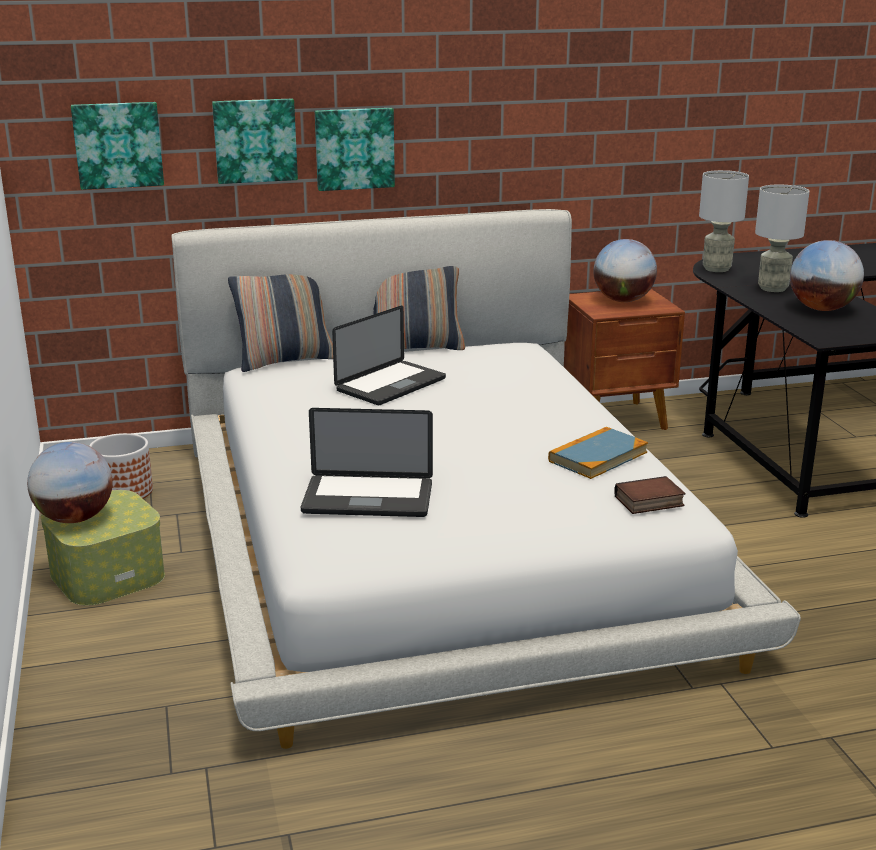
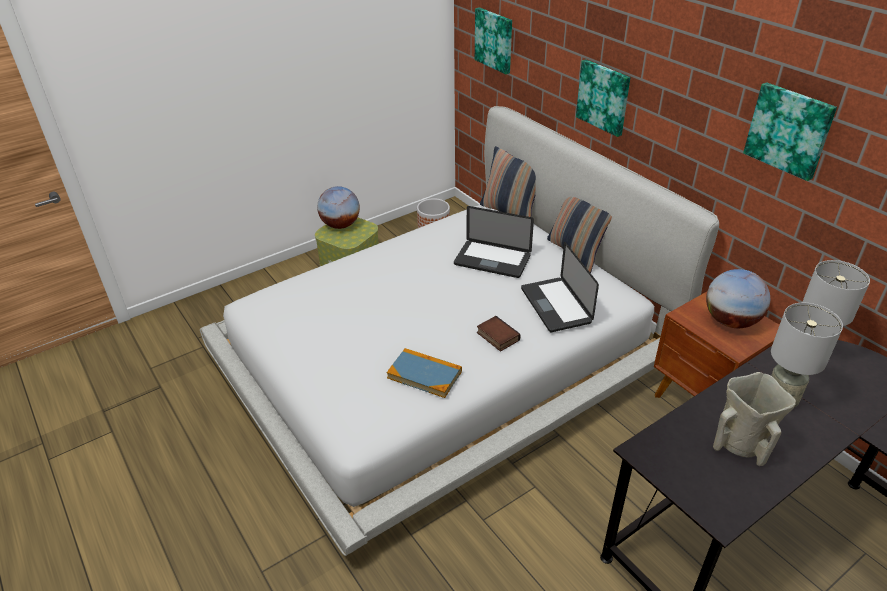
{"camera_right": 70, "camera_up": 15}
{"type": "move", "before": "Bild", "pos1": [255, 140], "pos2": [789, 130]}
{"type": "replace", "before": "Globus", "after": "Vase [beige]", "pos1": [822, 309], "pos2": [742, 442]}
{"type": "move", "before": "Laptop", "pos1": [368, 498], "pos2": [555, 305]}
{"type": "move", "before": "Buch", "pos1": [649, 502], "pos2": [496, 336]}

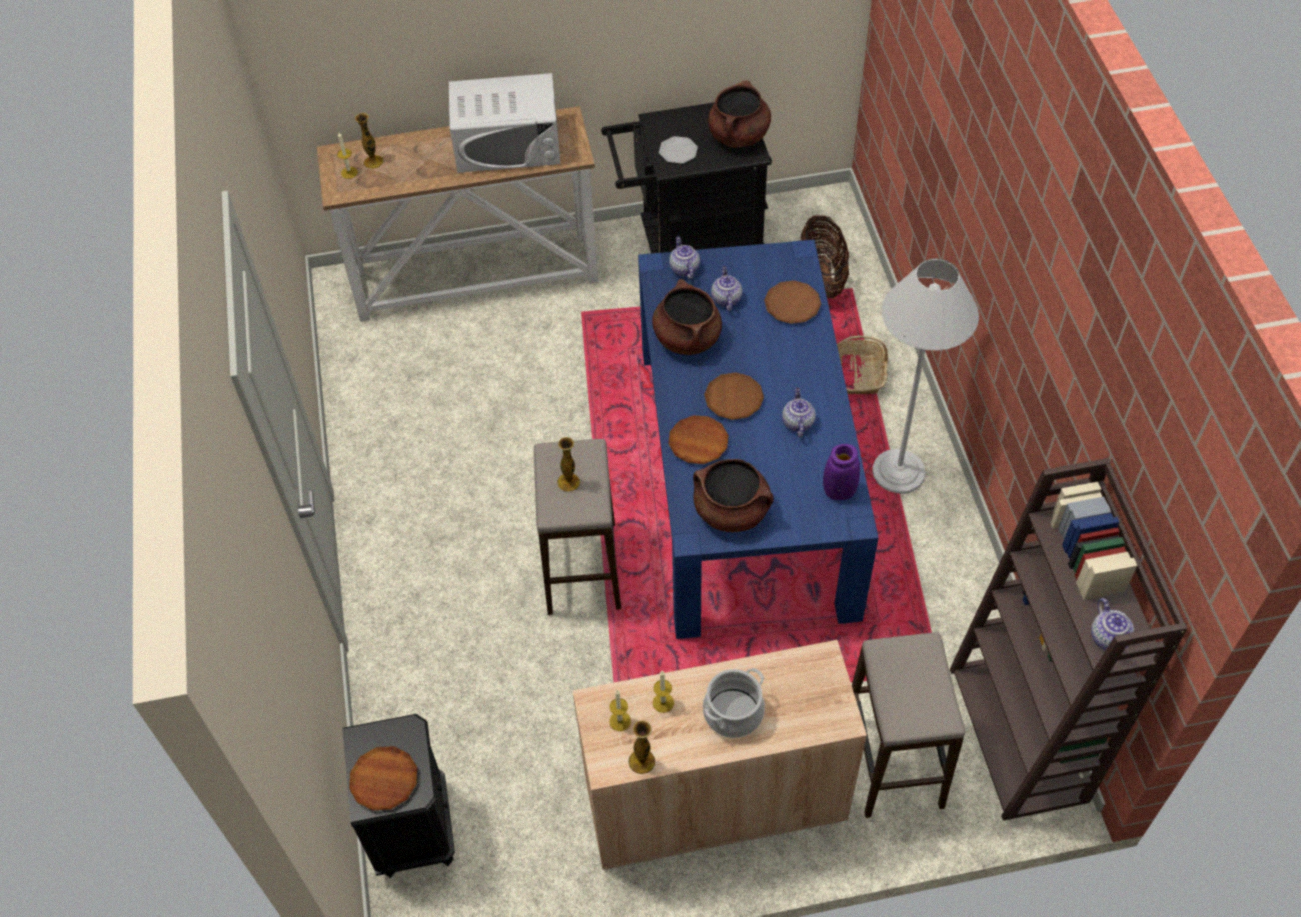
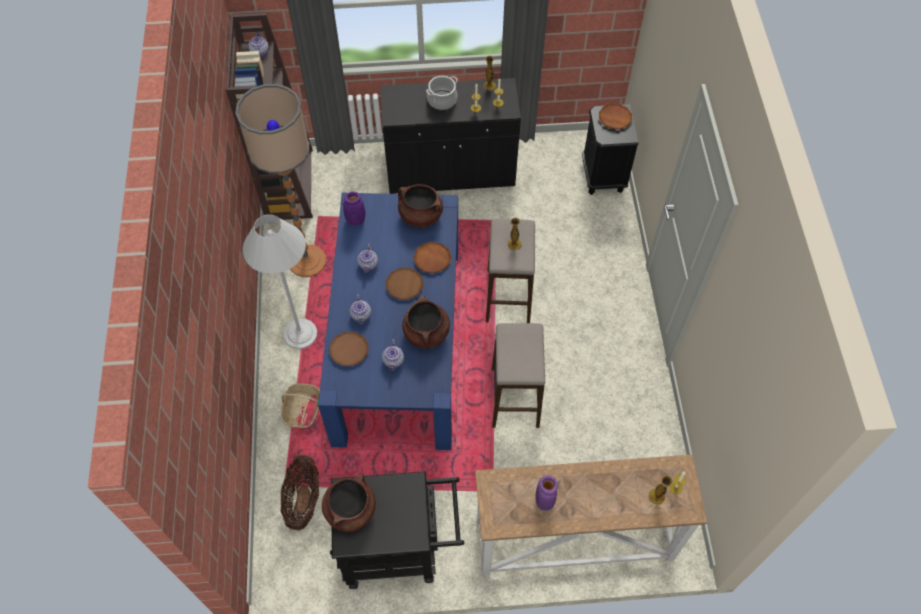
{"camera_right": -175, "camera_up": 5}
{"type": "replace", "before": "Mikrowelle [weiß]", "after": "Vase [lila]", "pos1": [508, 145], "pos2": [544, 500]}
{"type": "delete", "before": "Teller", "pos1": [678, 151]}
{"type": "move", "before": "Teekanne", "pos1": [684, 268], "pos2": [361, 315]}
{"type": "move", "before": "Hocker", "pos1": [892, 761], "pos2": [515, 397]}
{"type": "recolor", "before": "Schrank [beige]", "after": "Schrank [schwarz]", "pos1": [715, 800], "pos2": [450, 172]}
{"type": "insert", "after": "Stehlampe", "pos2": [307, 261]}

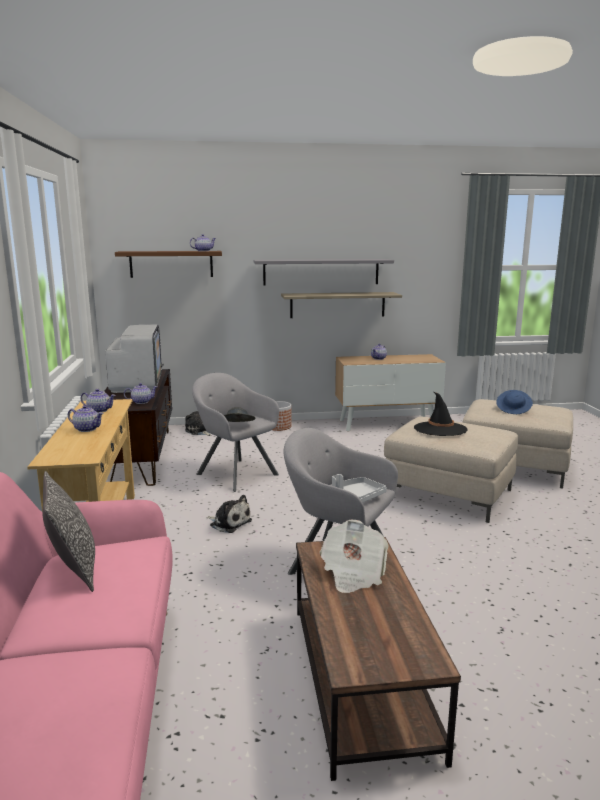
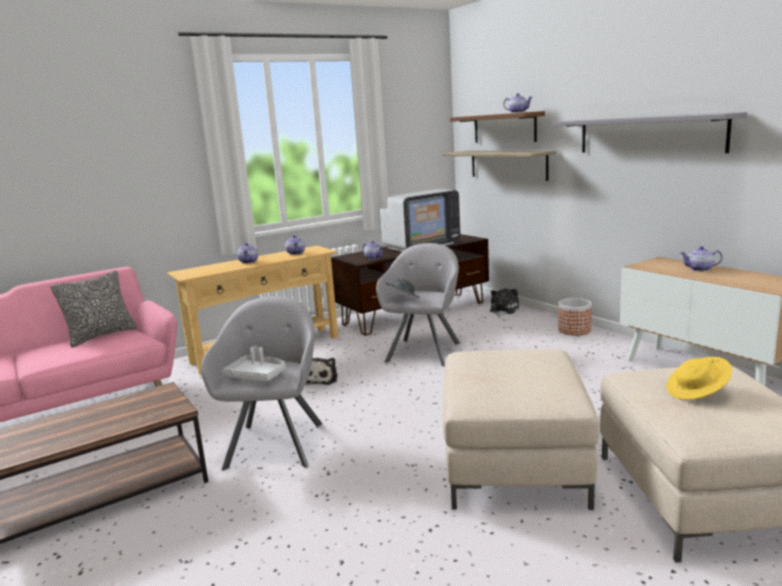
{"camera_right": 65, "camera_up": 0}
{"type": "move", "before": "Wandregal", "pos1": [337, 305], "pos2": [508, 164]}
{"type": "recolor", "before": "Hut [blau]", "after": "Hut [gelb]", "pos1": [514, 410], "pos2": [697, 392]}
{"type": "delete", "before": "Hut [schwarz]", "pos1": [440, 429]}
{"type": "delete", "before": "Zeitung", "pos1": [353, 573]}

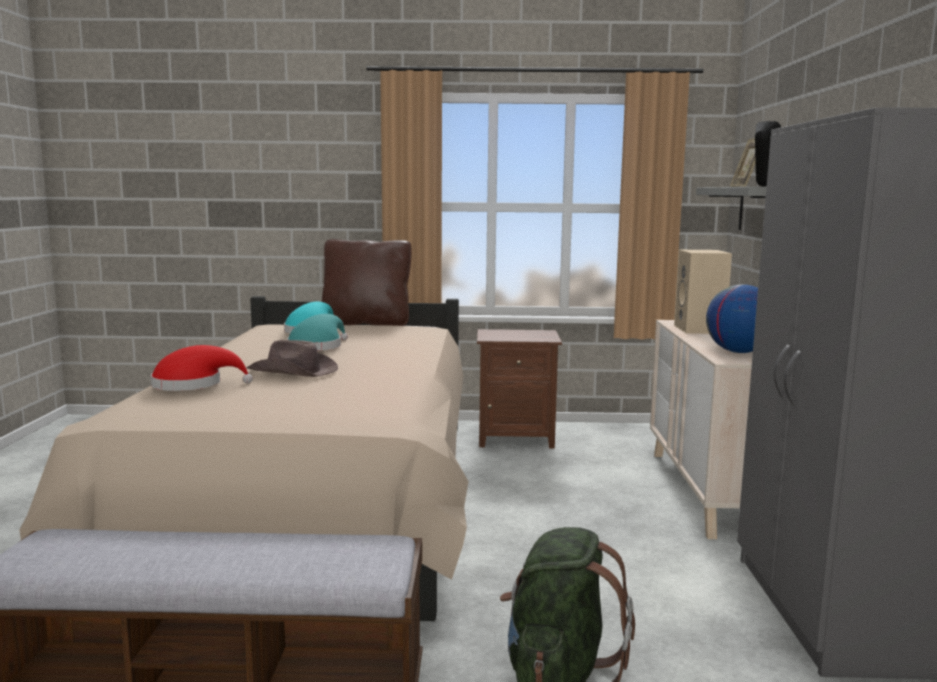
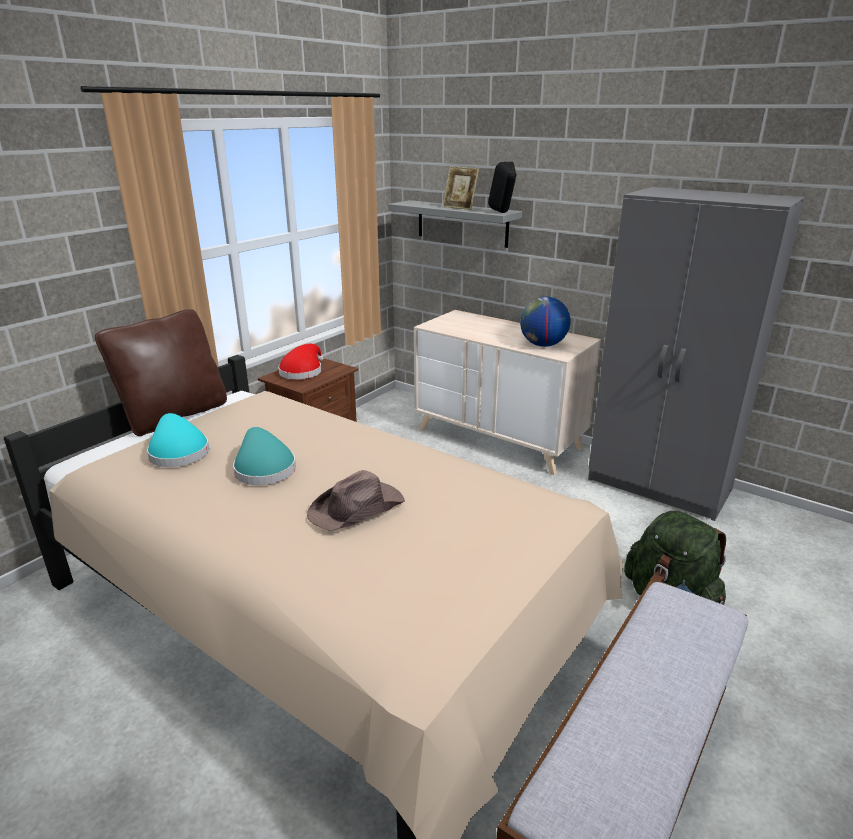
{"camera_right": -55, "camera_up": 15}
{"type": "delete", "before": "Lautsprecher [beige]", "pos1": [700, 329]}
{"type": "move", "before": "Hut [rot]", "pos1": [193, 385], "pos2": [302, 371]}

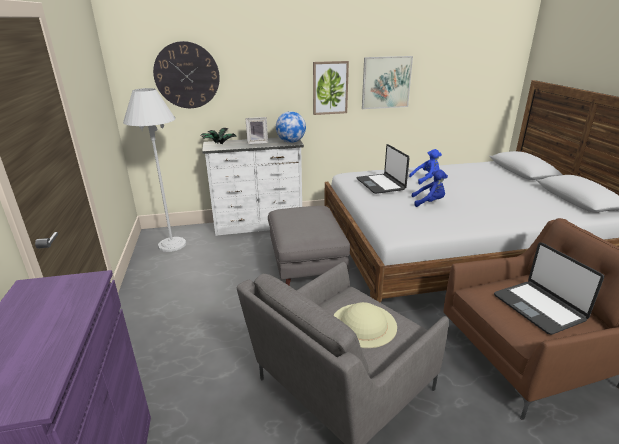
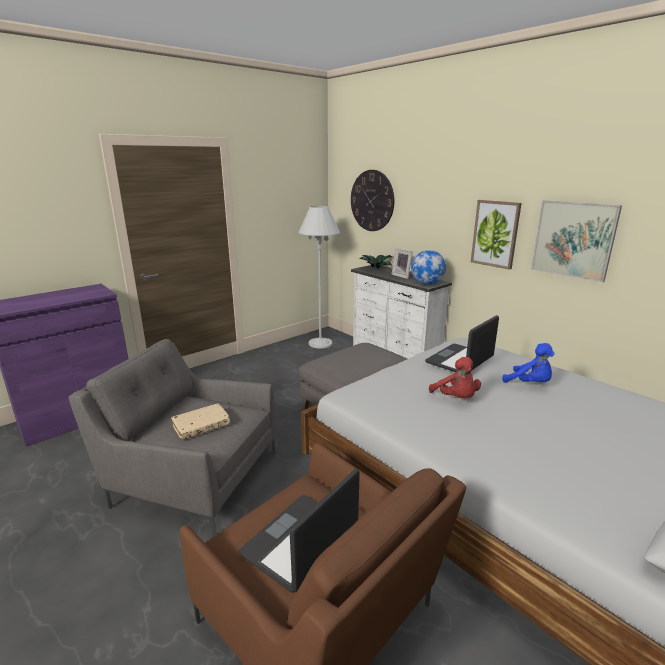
{"camera_right": 60, "camera_up": -5}
{"type": "recolor", "before": "Plüschtier [blau]", "after": "Plüschtier [rot]", "pos1": [429, 202], "pos2": [456, 398]}
{"type": "replace", "before": "Hut [beige]", "after": "Buch [beige]", "pos1": [363, 324], "pos2": [201, 426]}

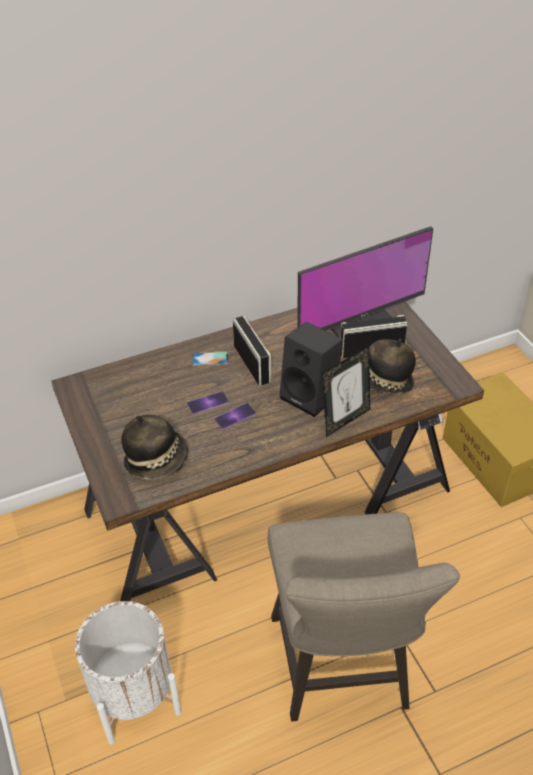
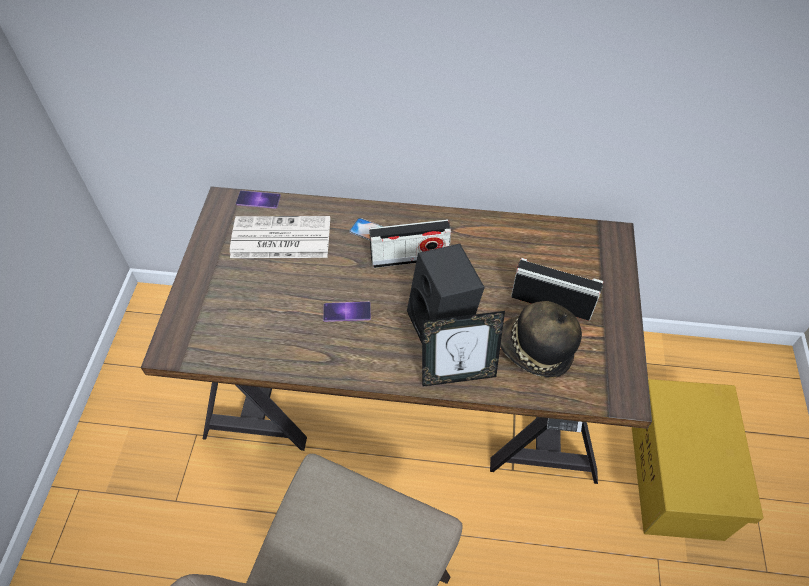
{"camera_right": 30, "camera_up": 10}
{"type": "delete", "before": "Monitor", "pos1": [354, 316]}
{"type": "rotate", "before": "Radio", "pos1": [252, 364], "pos2": [409, 258], "turn": 75}
{"type": "move", "before": "Handy", "pos1": [208, 403], "pos2": [258, 200]}
{"type": "delete", "before": "Hut", "pos1": [157, 460]}
{"type": "delete", "before": "Pflanzkübel [weiß]", "pos1": [134, 696]}
{"type": "insert", "after": "Zeitung", "pos2": [279, 239]}

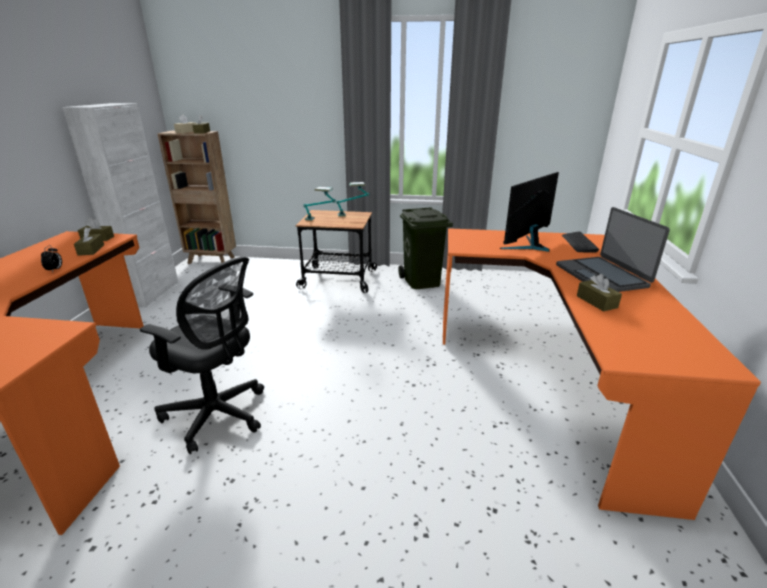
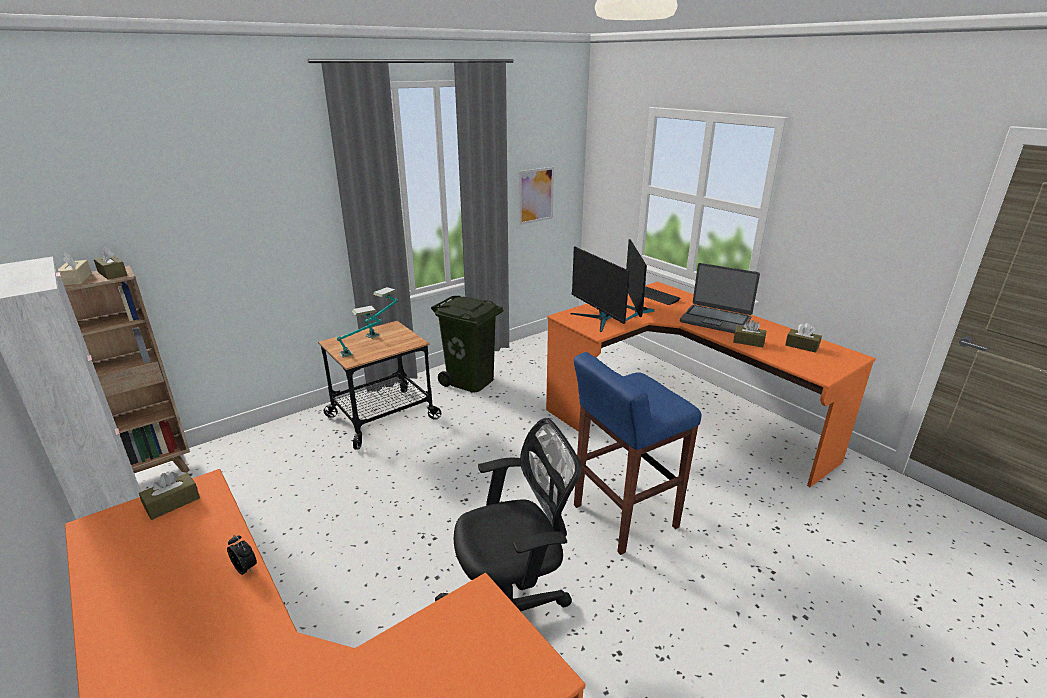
{"camera_right": -45, "camera_up": 0}
{"type": "move", "before": "Taschentuchbox [braun]", "pos1": [91, 250], "pos2": [801, 346]}
{"type": "insert", "after": "Bild", "pos2": [535, 195]}
{"type": "insert", "after": "Monitor", "pos2": [598, 319]}
{"type": "insert", "after": "Hocker [blau]", "pos2": [623, 517]}

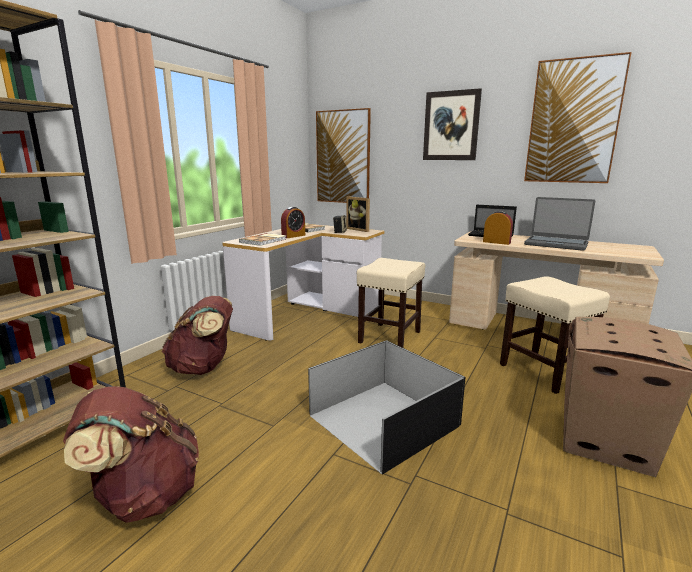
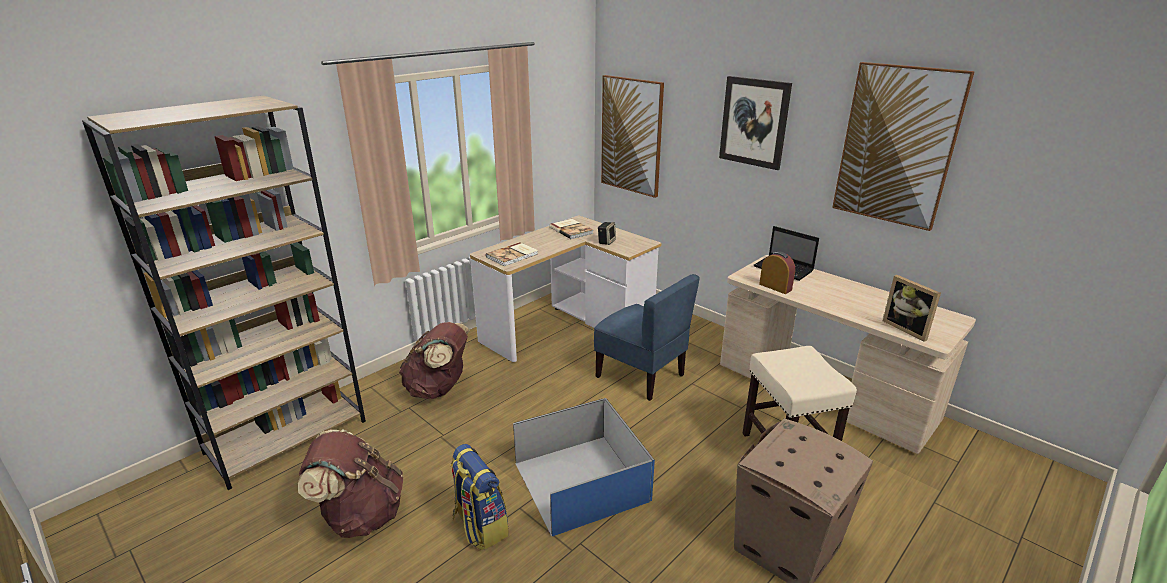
{"camera_right": 15, "camera_up": 10}
{"type": "move", "before": "Bilderrahmen", "pos1": [359, 229], "pos2": [907, 329]}
{"type": "delete", "before": "Laptop", "pos1": [556, 244]}
{"type": "delete", "before": "Wecker", "pos1": [293, 236]}
{"type": "replace", "before": "Hocker [beige]", "after": "Stuhl [blau]", "pos1": [389, 337], "pos2": [641, 375]}
{"type": "recolor", "before": "Aufbewahrungsbox [schwarz]", "after": "Aufbewahrungsbox [blau]", "pos1": [382, 419], "pos2": [580, 480]}
{"type": "insert", "after": "Rucksack", "pos2": [479, 526]}

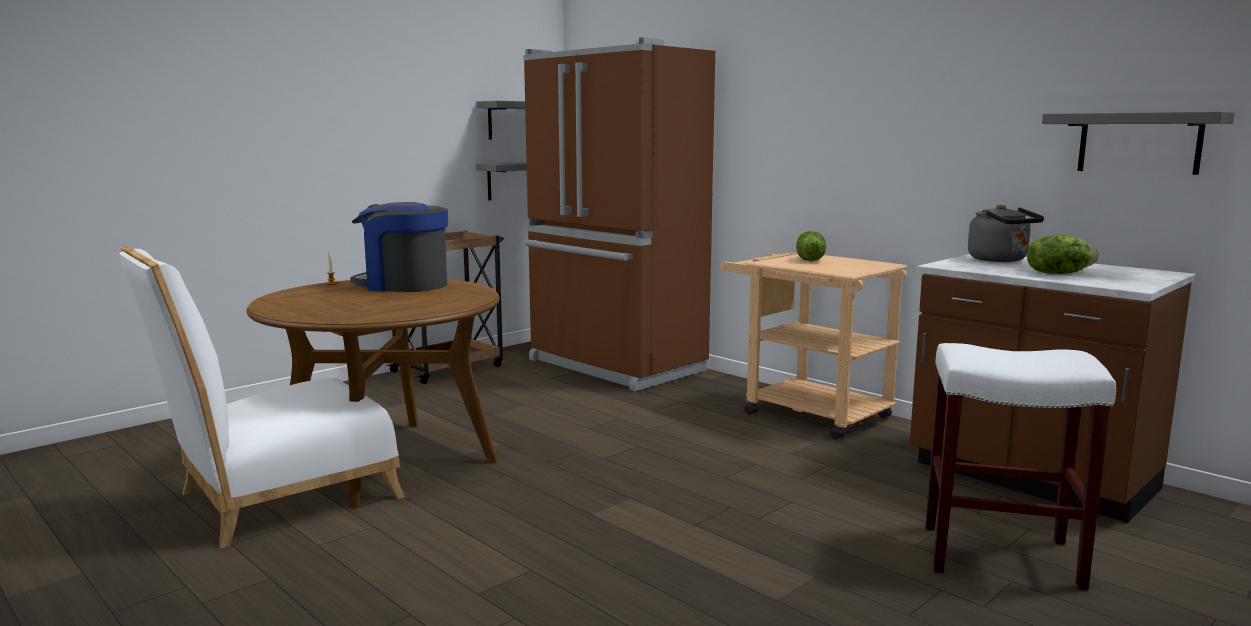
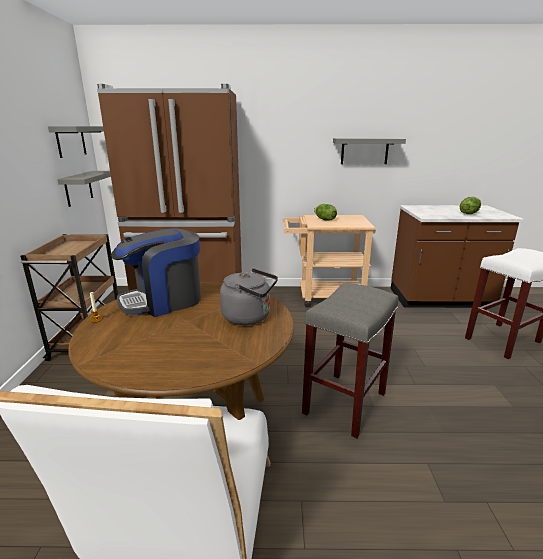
{"camera_right": -45, "camera_up": 10}
{"type": "move", "before": "Wandregal [grau]", "pos1": [1139, 143], "pos2": [364, 151]}
{"type": "move", "before": "Wasserkessel [grau]", "pos1": [1001, 260], "pos2": [249, 317]}
{"type": "insert", "after": "Hocker [grau]", "pos2": [345, 402]}

